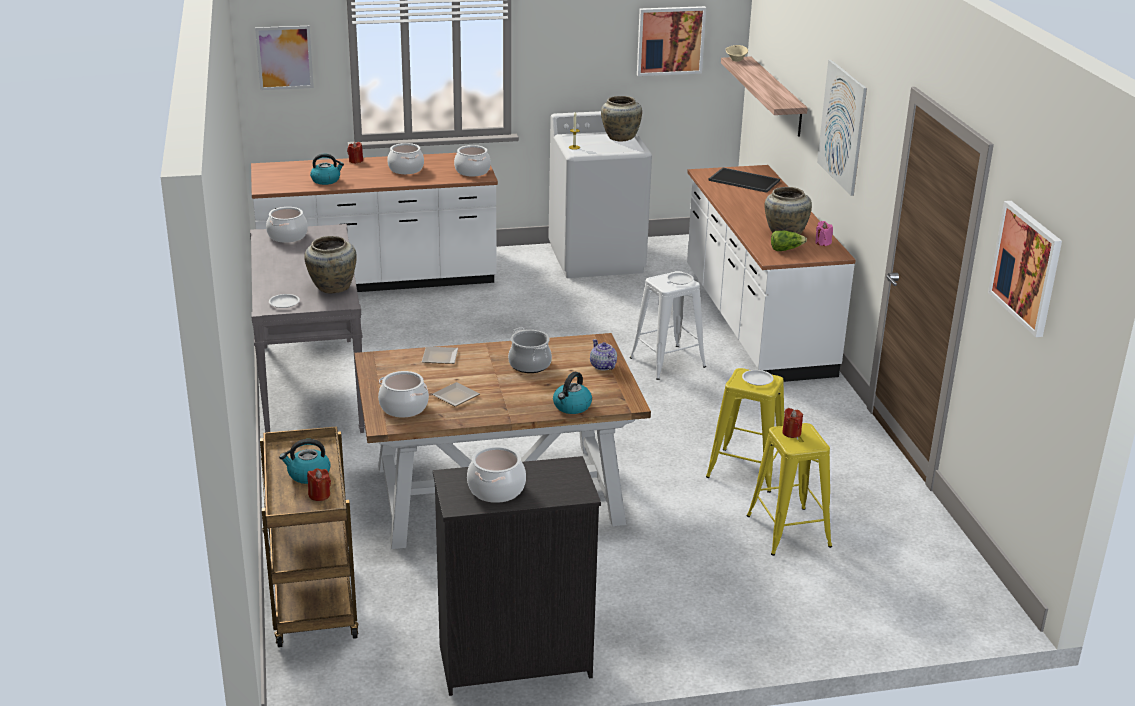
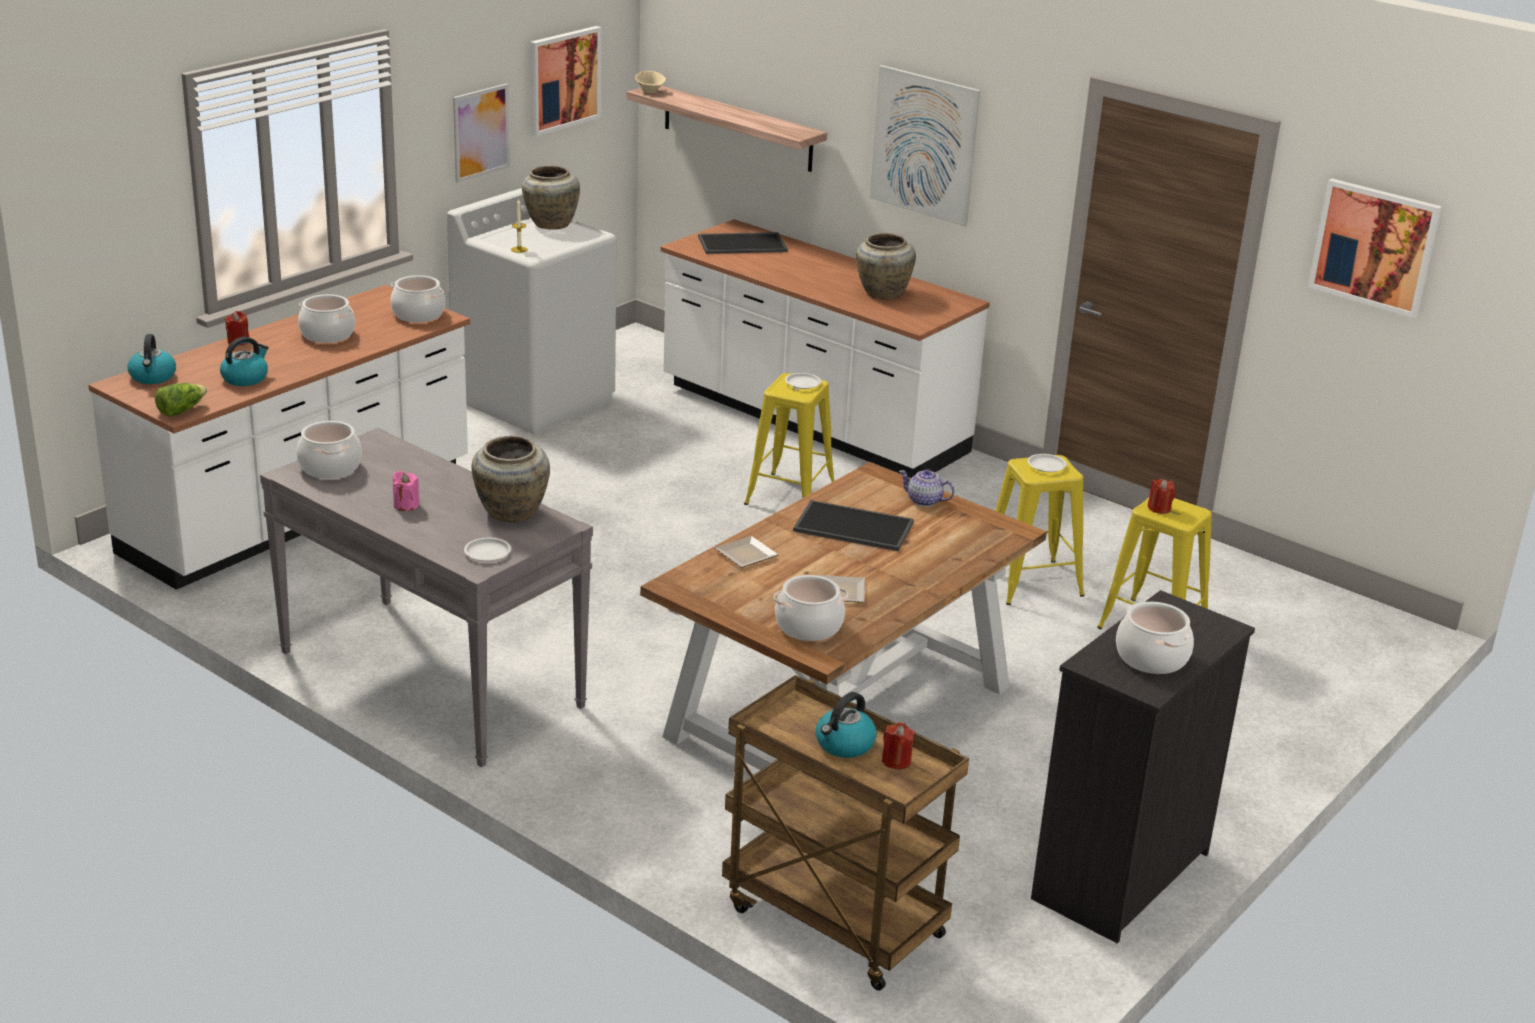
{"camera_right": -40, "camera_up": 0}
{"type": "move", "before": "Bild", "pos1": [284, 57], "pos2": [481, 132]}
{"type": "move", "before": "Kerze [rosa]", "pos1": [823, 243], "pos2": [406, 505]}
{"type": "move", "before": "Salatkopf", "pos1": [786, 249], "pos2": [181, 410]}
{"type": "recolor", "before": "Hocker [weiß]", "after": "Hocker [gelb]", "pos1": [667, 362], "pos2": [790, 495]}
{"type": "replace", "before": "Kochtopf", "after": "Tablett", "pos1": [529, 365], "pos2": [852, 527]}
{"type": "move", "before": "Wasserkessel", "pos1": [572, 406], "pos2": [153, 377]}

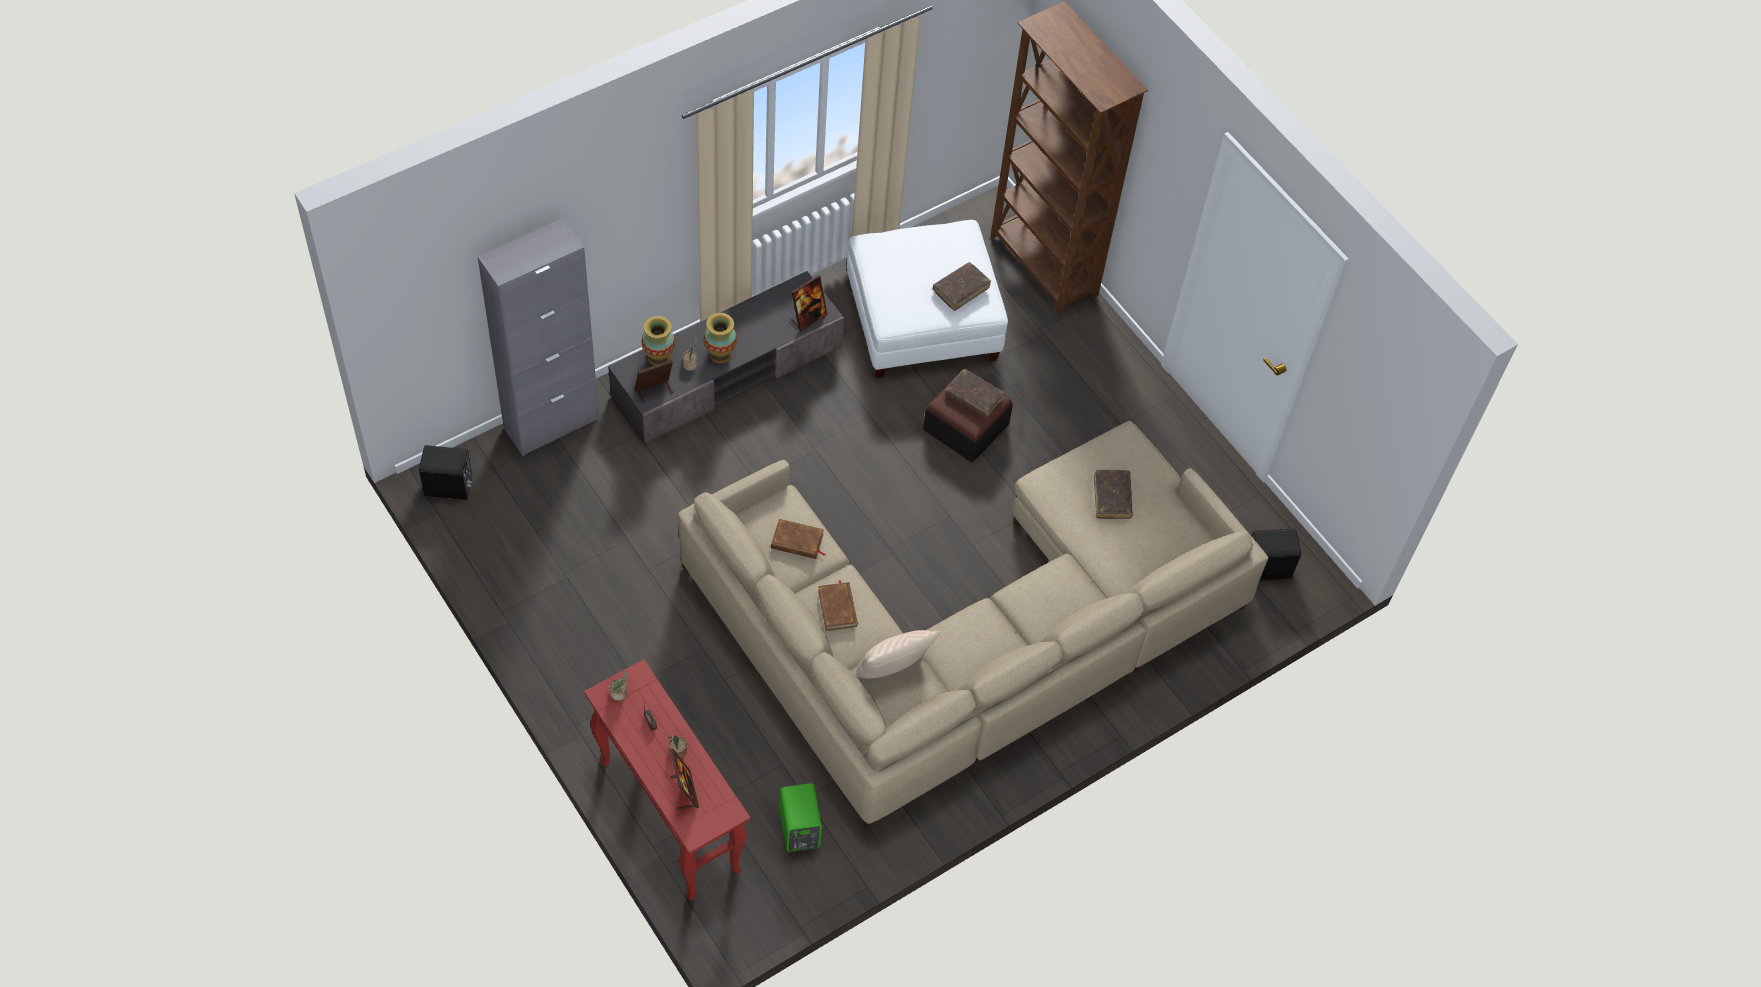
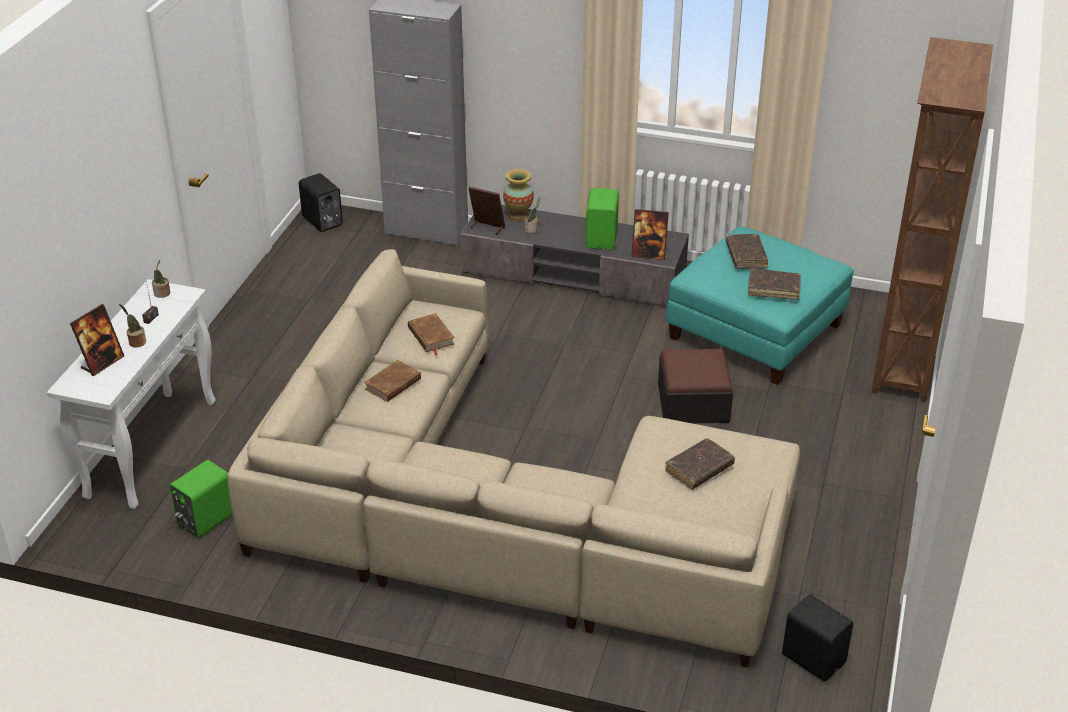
{"camera_right": 55, "camera_up": -20}
{"type": "recolor", "before": "Polsterhocker [weiß]", "after": "Polsterhocker [türkis]", "pos1": [922, 320], "pos2": [755, 331]}
{"type": "delete", "before": "Vase", "pos1": [720, 354]}
{"type": "move", "before": "Buch [braun]", "pos1": [974, 397], "pos2": [746, 256]}
{"type": "delete", "before": "Kissen [beige]", "pos1": [892, 670]}
{"type": "recolor", "before": "Konsolentisch [rot]", "after": "Konsolentisch [weiß]", "pos1": [668, 815], "pos2": [152, 447]}
{"type": "insert", "after": "Lautsprecher [grün]", "pos2": [602, 238]}

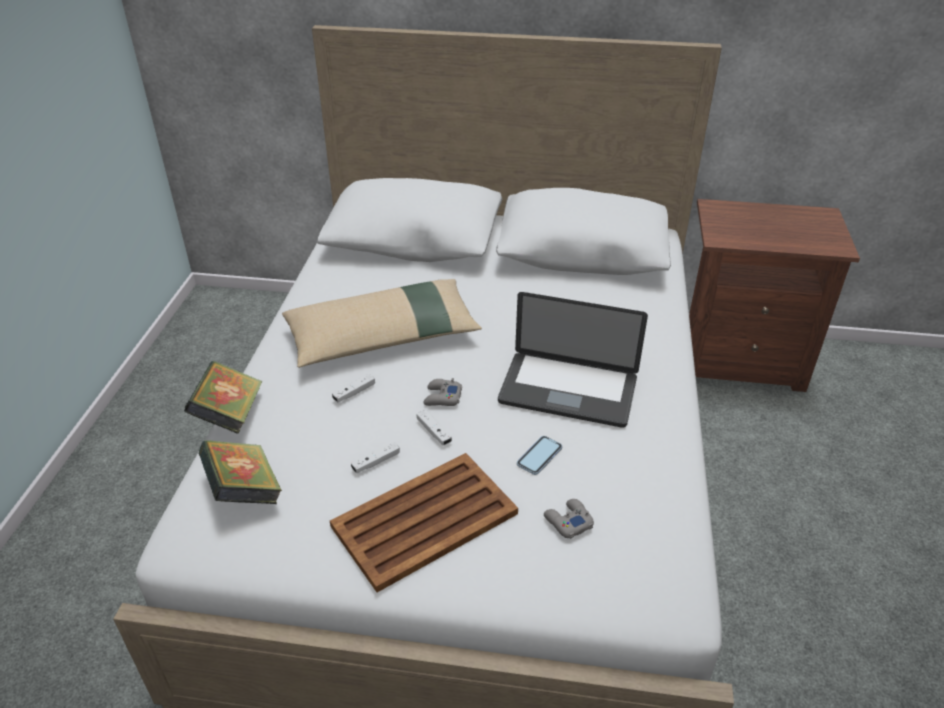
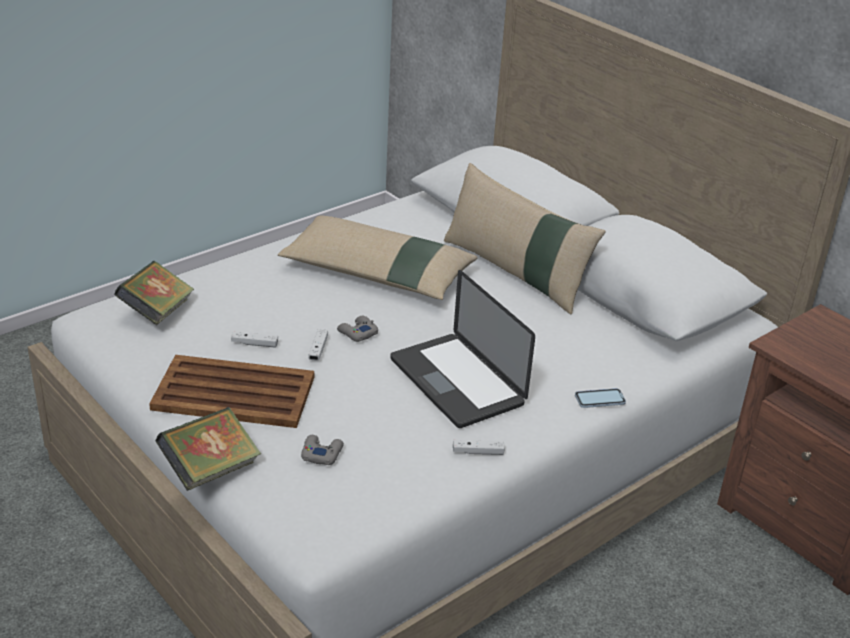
{"camera_right": 40, "camera_up": -5}
{"type": "move", "before": "Buch", "pos1": [230, 415], "pos2": [210, 470]}
{"type": "move", "before": "Gamepad [weiß]", "pos1": [354, 392], "pos2": [478, 452]}
{"type": "move", "before": "Handy", "pos1": [539, 456], "pos2": [599, 399]}
{"type": "insert", "after": "Kissen [beige]", "pos2": [516, 272]}

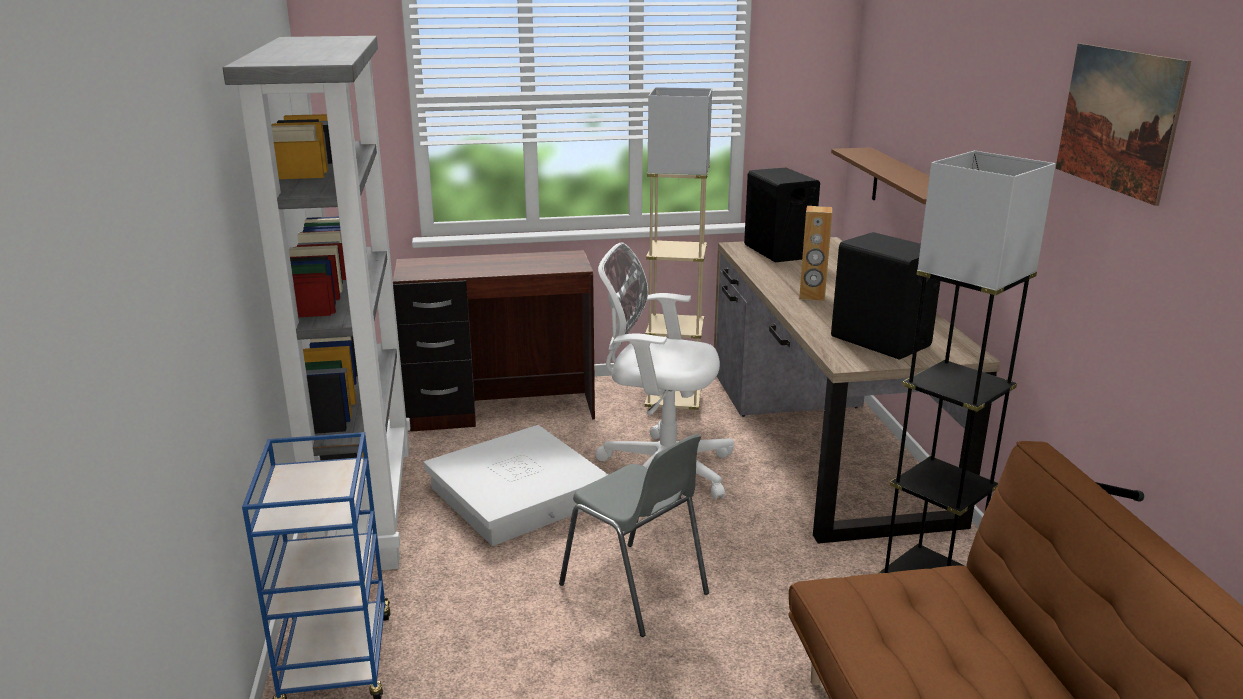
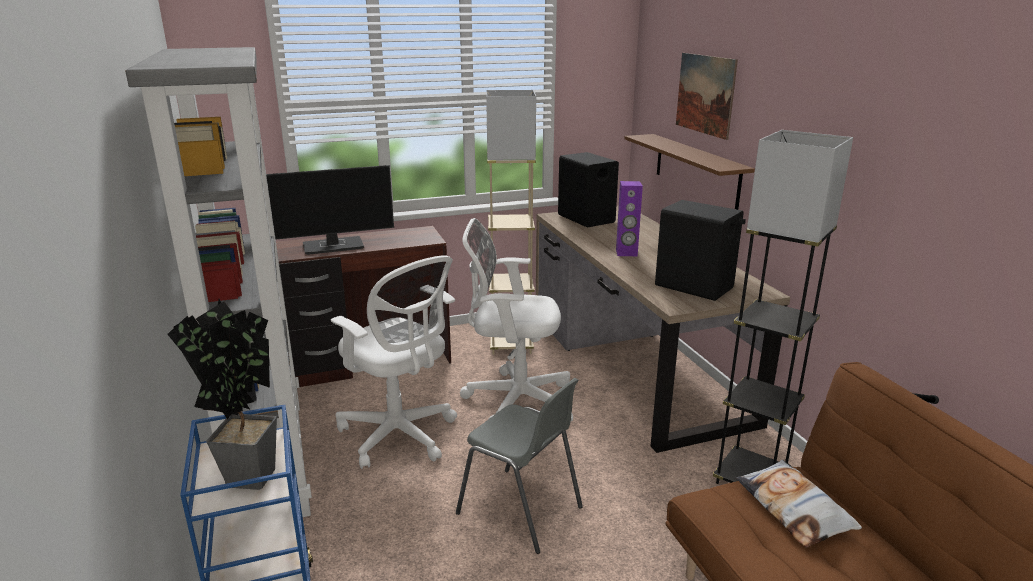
{"camera_right": -10, "camera_up": 0}
{"type": "move", "before": "Bild", "pos1": [1118, 120], "pos2": [705, 94]}
{"type": "recolor", "before": "Lautsprecher [braun]", "after": "Lautsprecher [lila]", "pos1": [812, 296], "pos2": [626, 253]}
{"type": "replace", "before": "Aufbewahrungsbox [weiß]", "after": "Bürostuhl [weiß]", "pos1": [516, 495], "pos2": [400, 436]}
{"type": "insert", "after": "Monitor", "pos2": [334, 246]}
{"type": "insert", "after": "Topfpflanze", "pos2": [246, 474]}
{"type": "insert", "after": "Kissen", "pos2": [794, 509]}

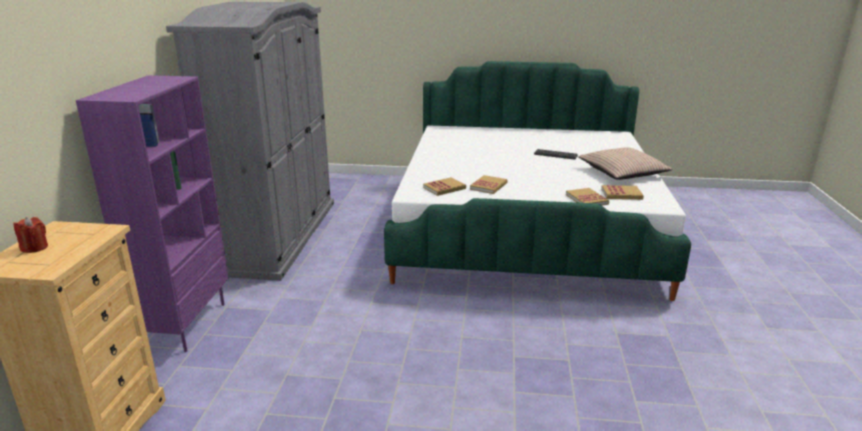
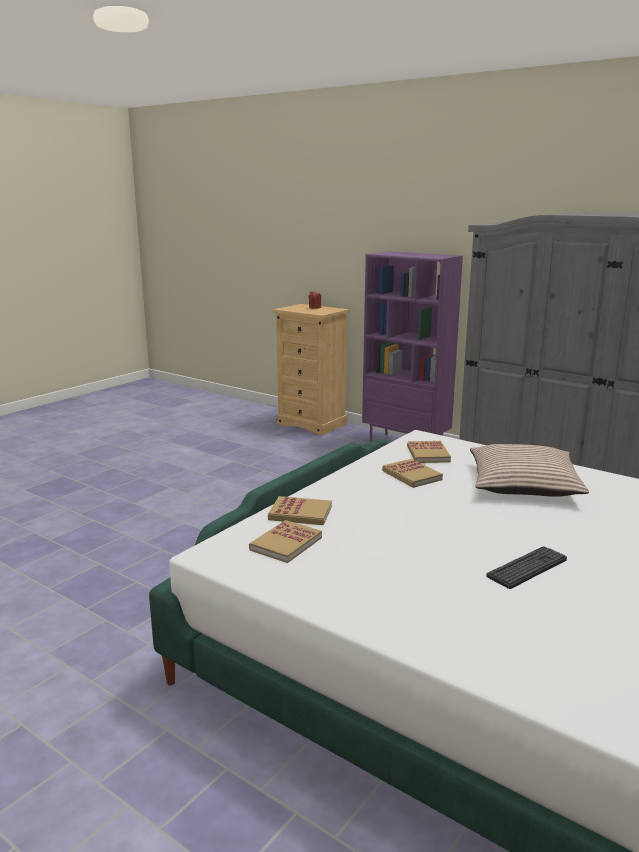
{"camera_right": 120, "camera_up": -5}
{"type": "move", "before": "Kissen", "pos1": [622, 172], "pos2": [523, 484]}

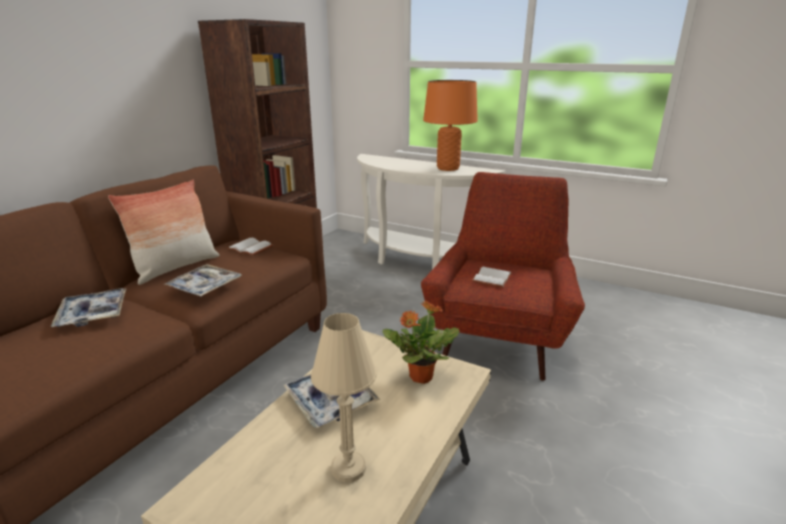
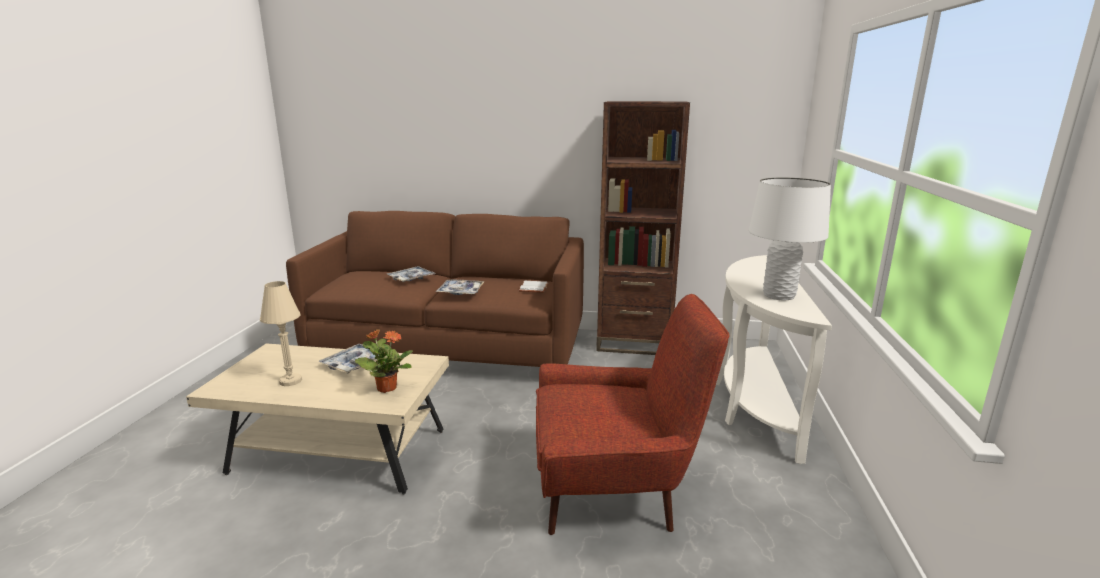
{"camera_right": 70, "camera_up": -5}
{"type": "recolor", "before": "Tischlampe [orange]", "after": "Tischlampe [weiß]", "pos1": [447, 168], "pos2": [779, 295]}
{"type": "delete", "before": "Kissen", "pos1": [176, 267]}
{"type": "delete", "before": "Buch [weiß]", "pos1": [491, 278]}

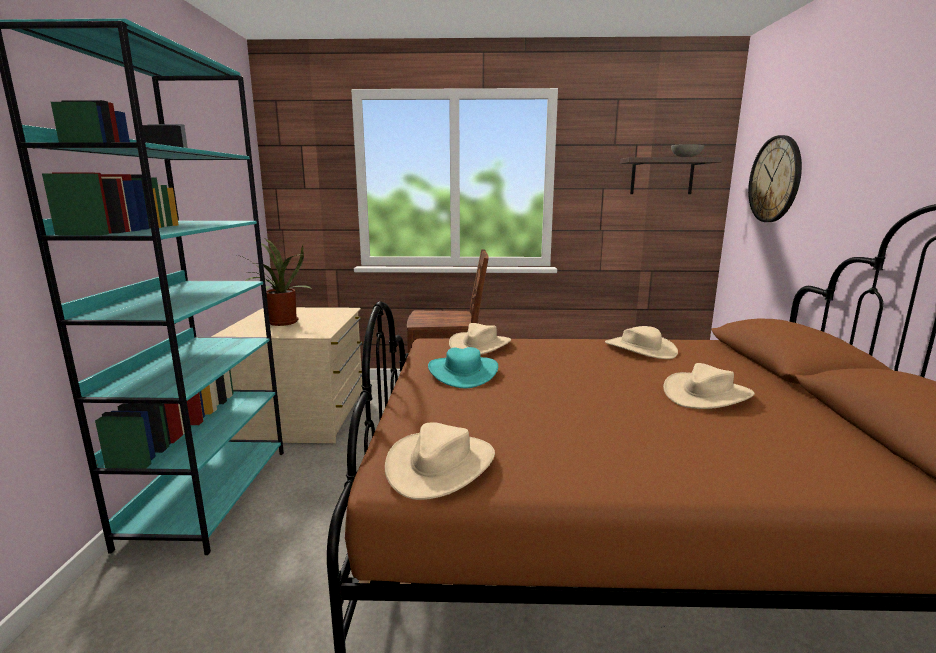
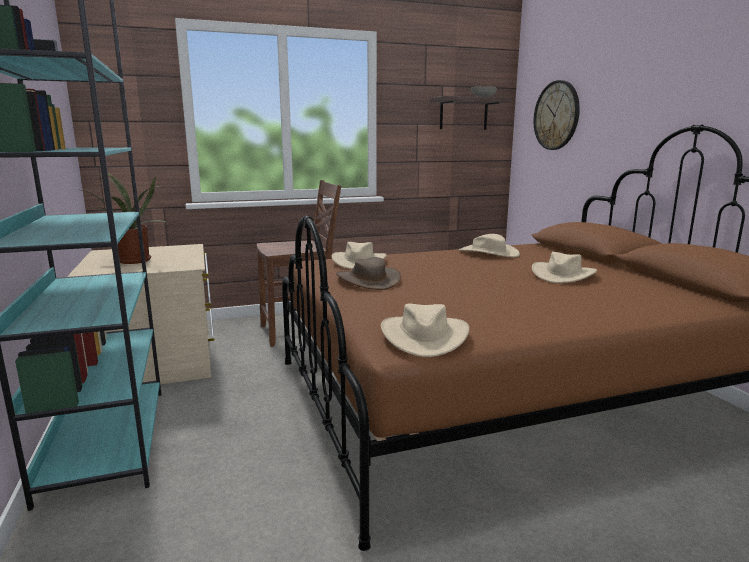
{"camera_right": -20, "camera_up": 0}
{"type": "recolor", "before": "Hut [türkis]", "after": "Hut [braun]", "pos1": [463, 372], "pos2": [368, 280]}

